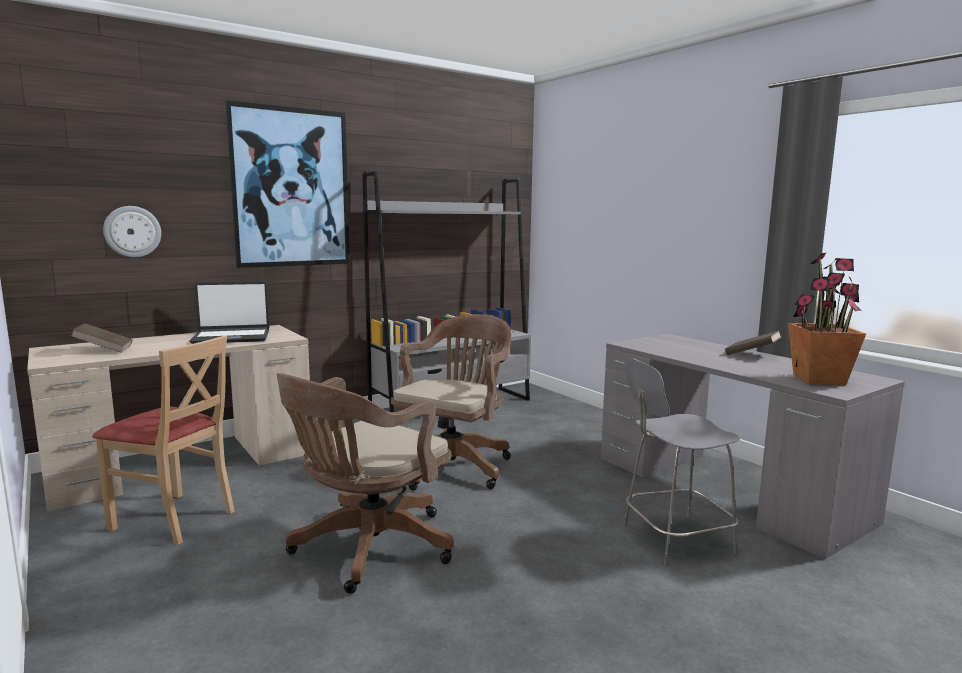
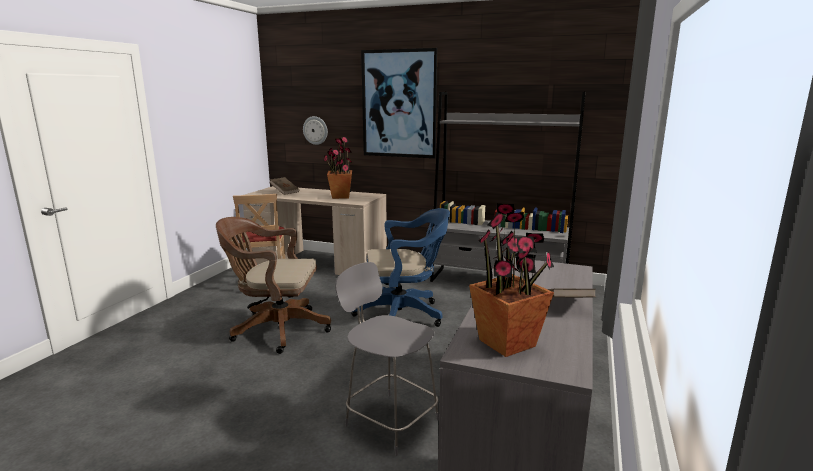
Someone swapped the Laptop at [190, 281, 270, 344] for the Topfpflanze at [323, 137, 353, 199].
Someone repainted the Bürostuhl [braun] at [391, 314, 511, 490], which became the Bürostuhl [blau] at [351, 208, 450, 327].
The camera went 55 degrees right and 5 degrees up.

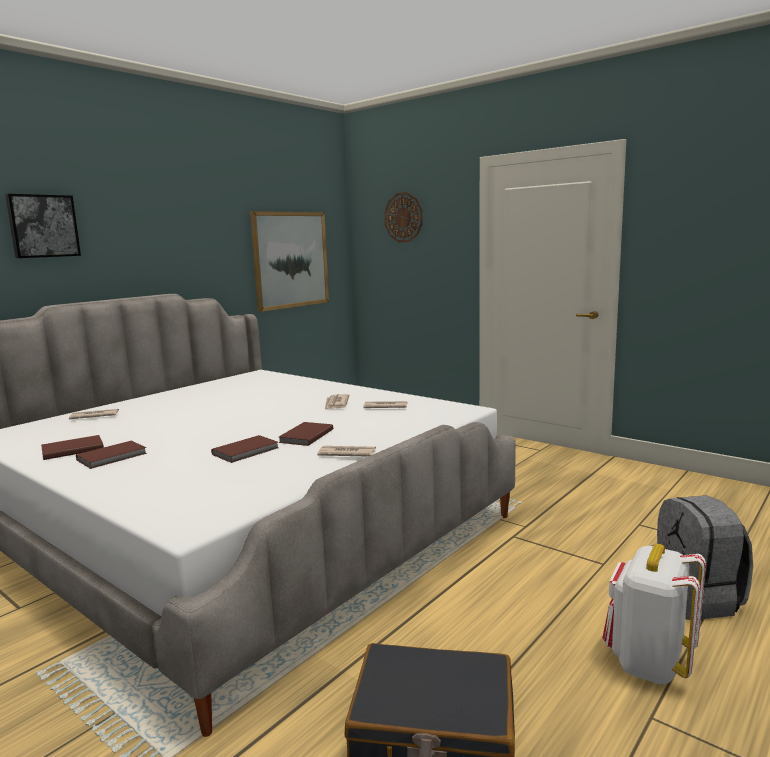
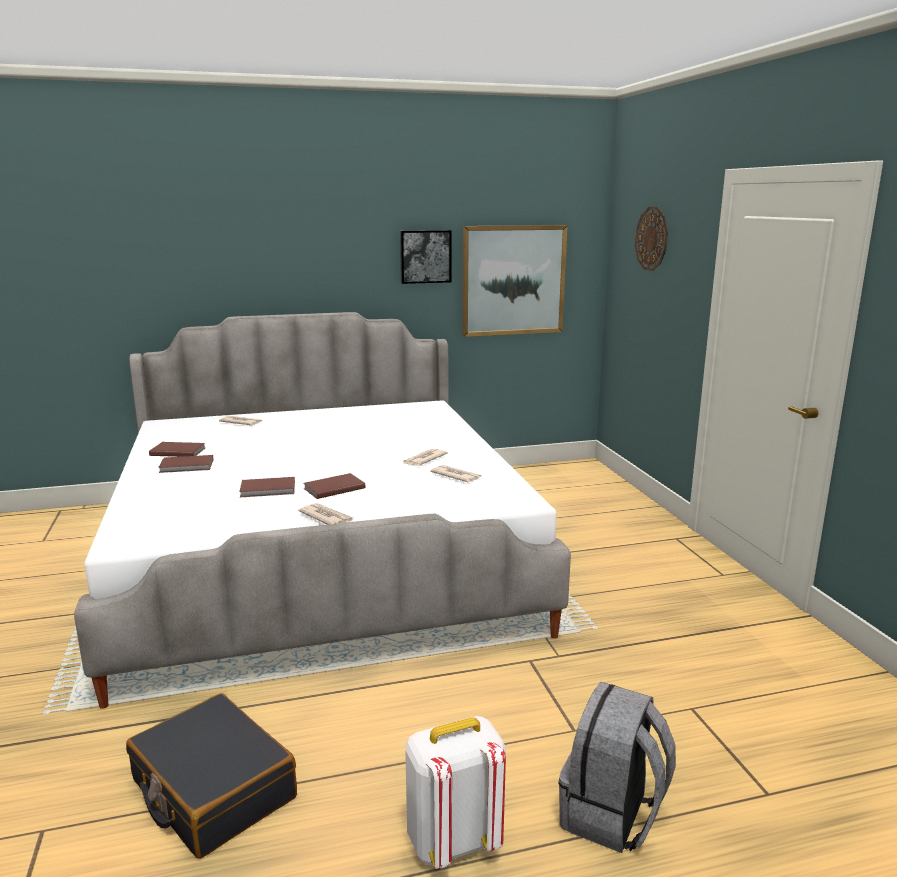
Someone carried the Bild from [5, 194, 81, 258] to [400, 230, 451, 284].
The camera went 35 degrees right and 5 degrees up.

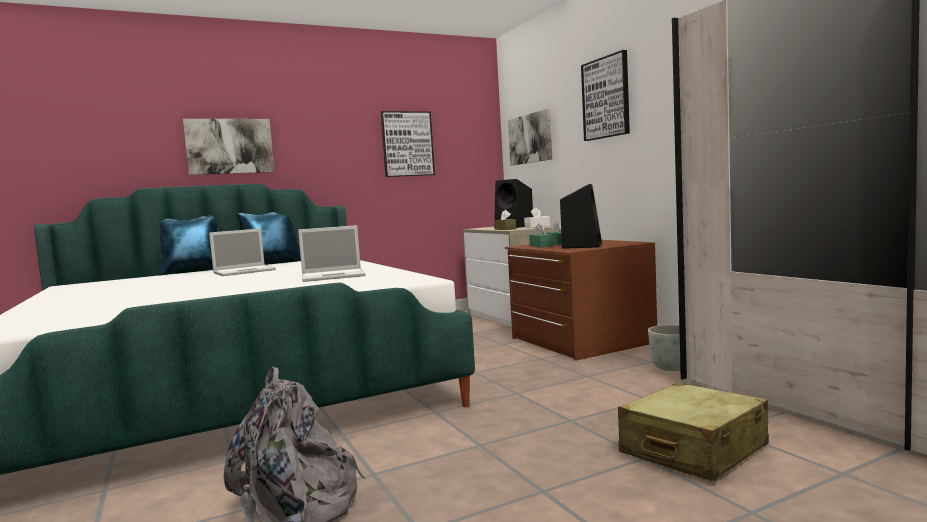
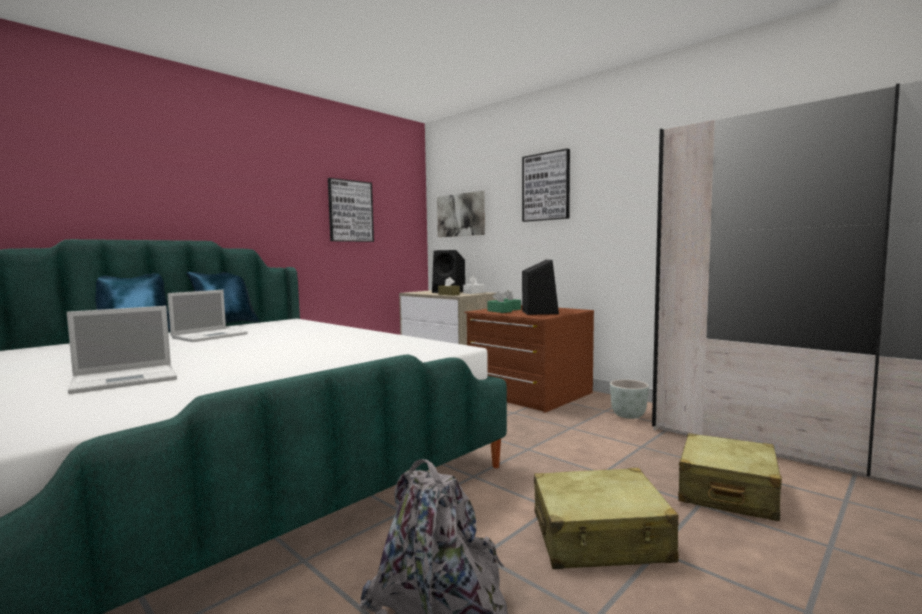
Someone took away the Bild at [183, 119, 275, 175].
Someone carried the Laptop from [298, 225, 366, 282] to [67, 306, 177, 394].
Someone put down the Koffer [beige] at [534, 468, 679, 569].
The camera went 20 degrees left and 0 degrees up.

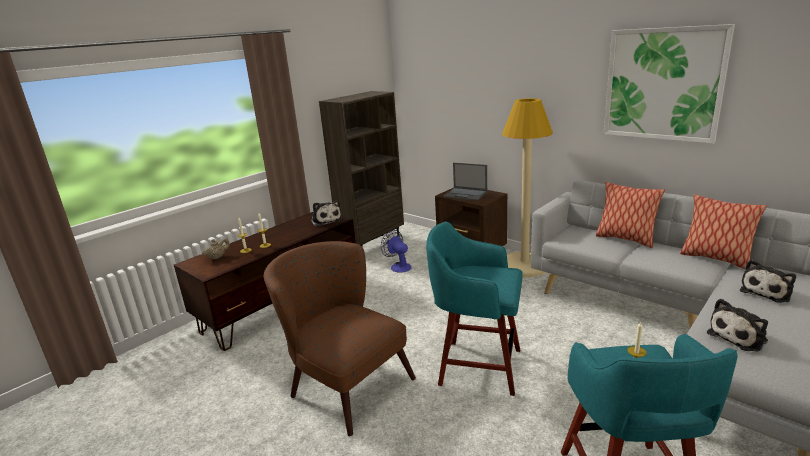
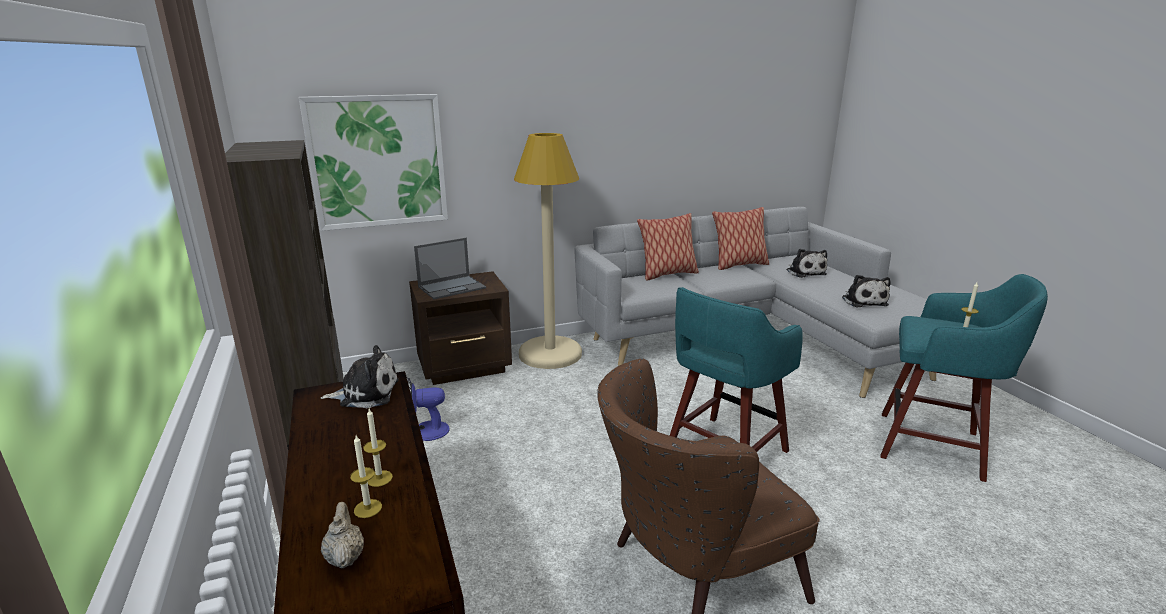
Someone carried the Bild from [604, 24, 735, 144] to [299, 94, 448, 231].
The camera went 65 degrees left and 0 degrees up.

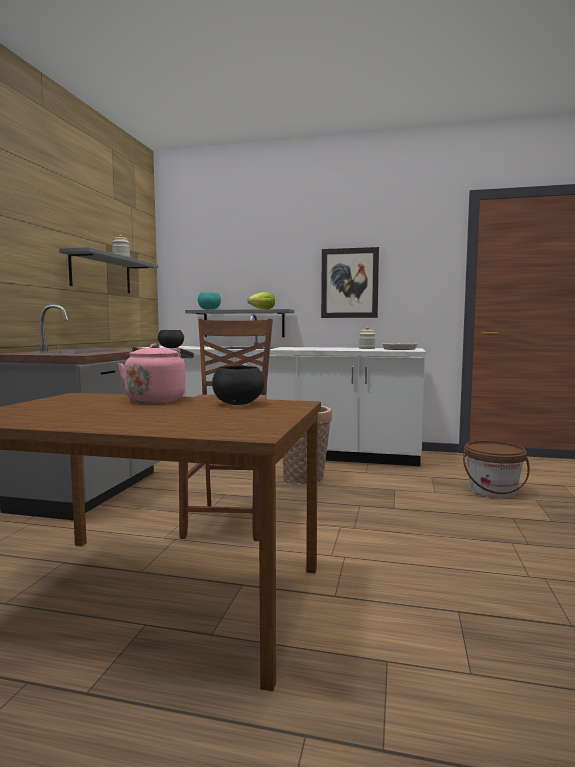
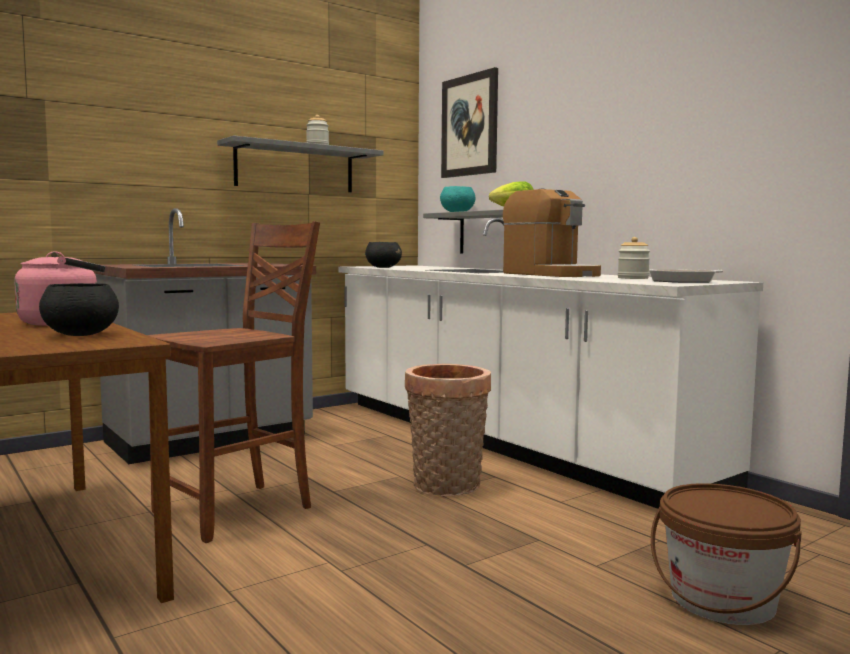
Someone carried the Bild from [321, 247, 379, 318] to [441, 67, 498, 178].
Someone put down the Kaffeemaschine at [503, 189, 601, 277].
The camera went 40 degrees right and 0 degrees up.

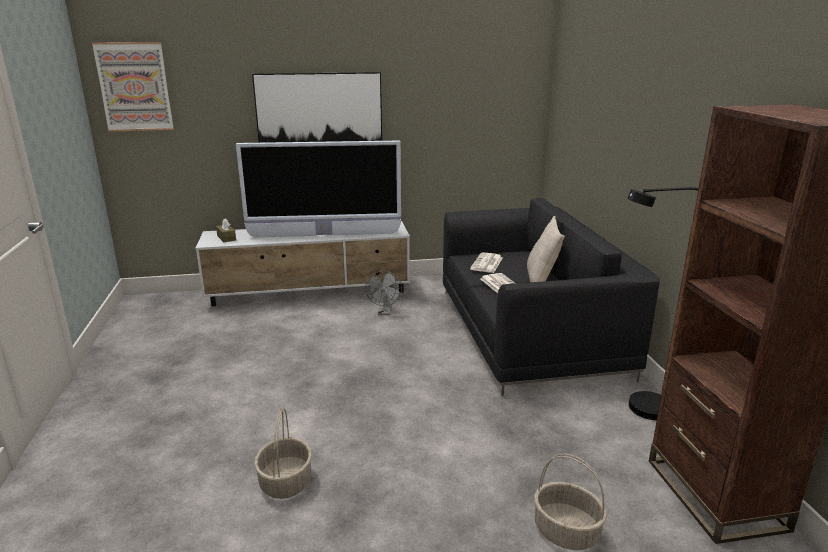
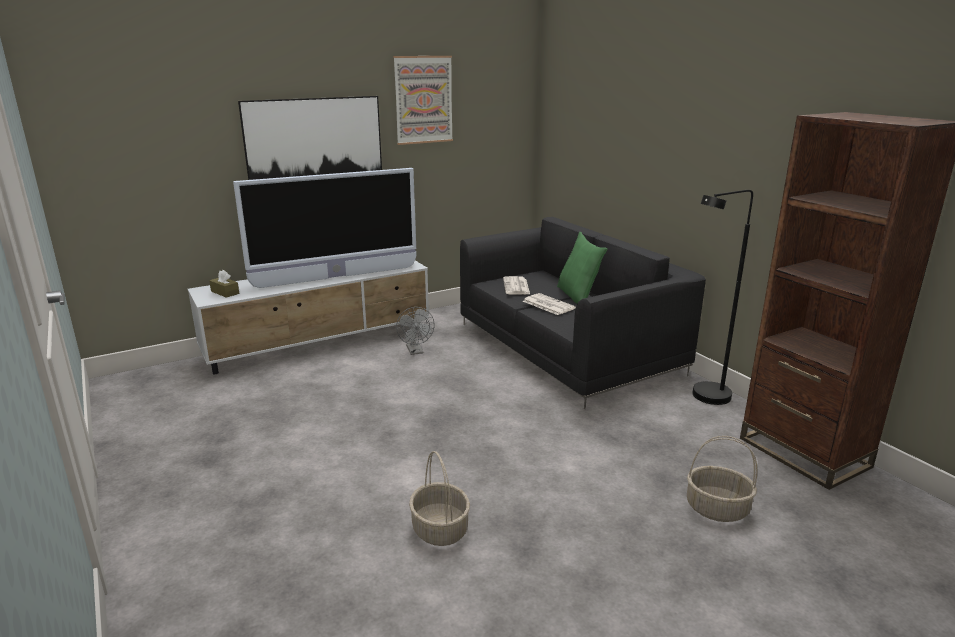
Someone carried the Bild from [92, 42, 174, 132] to [393, 56, 453, 145].
Someone repainted the Kissen [beige] at [527, 216, 565, 282], which became the Kissen [grün] at [557, 232, 608, 304].
The camera went 20 degrees left and 0 degrees up.

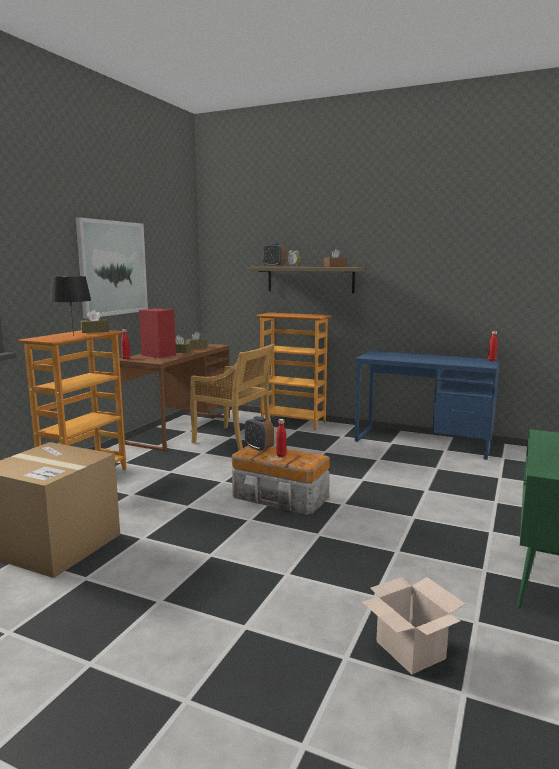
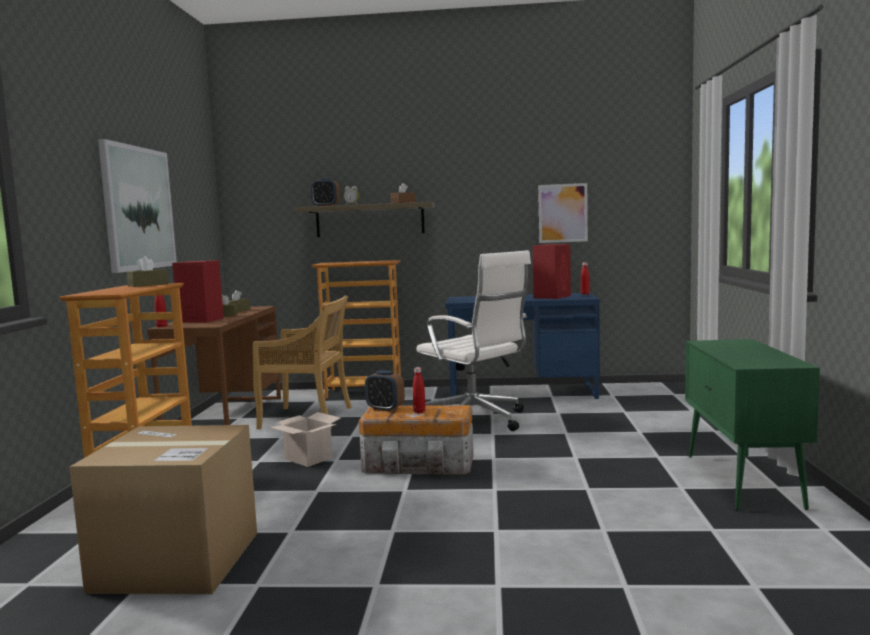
Someone took away the Tischlampe [schwarz] at [50, 276, 91, 336].
Someone carried the Karton from [362, 577, 465, 675] to [270, 412, 341, 467].
Someone put down the Bürostuhl [weiß] at [416, 250, 531, 431].
Someone put down the Lautsprecher [rot] at [533, 244, 571, 299].
Someone put up the Bild at [538, 183, 588, 243].
The camera went 20 degrees left and 5 degrees down.

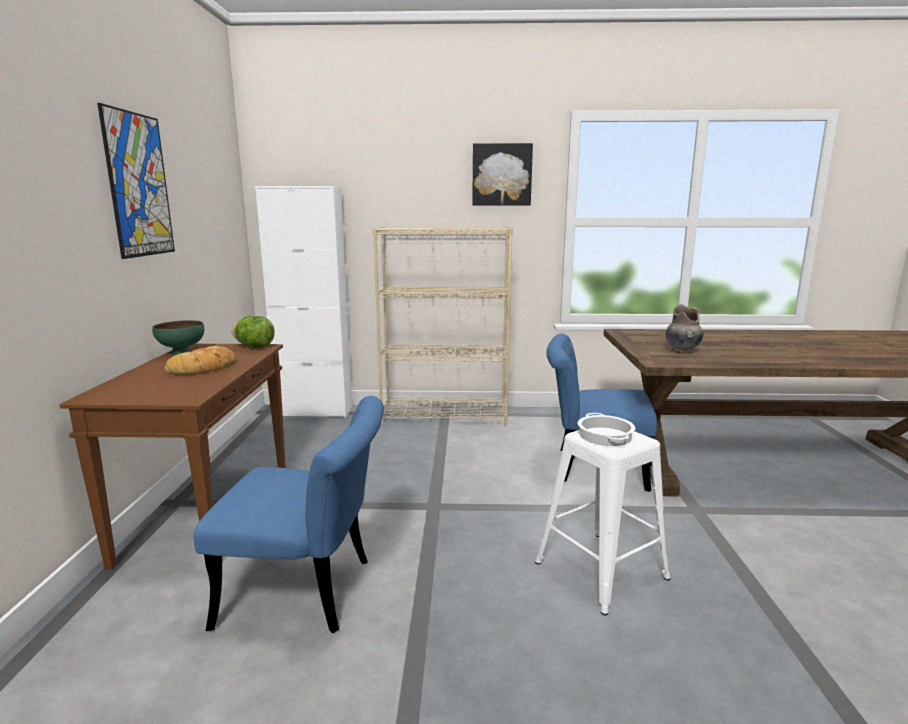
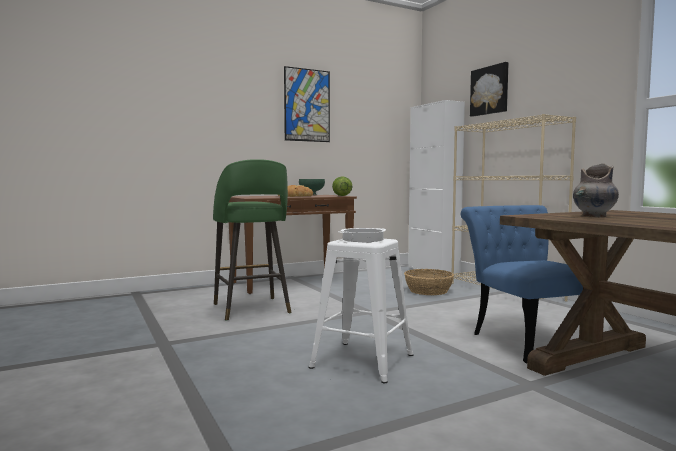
Someone swapped the Stuhl [blau] at [194, 396, 384, 633] for the Hocker [grün] at [213, 159, 291, 321].
Someone carried the Bild from [472, 143, 533, 206] to [470, 62, 508, 117].
Someone put down the Korb at [404, 269, 454, 295].
The camera went 60 degrees right and 10 degrees down.

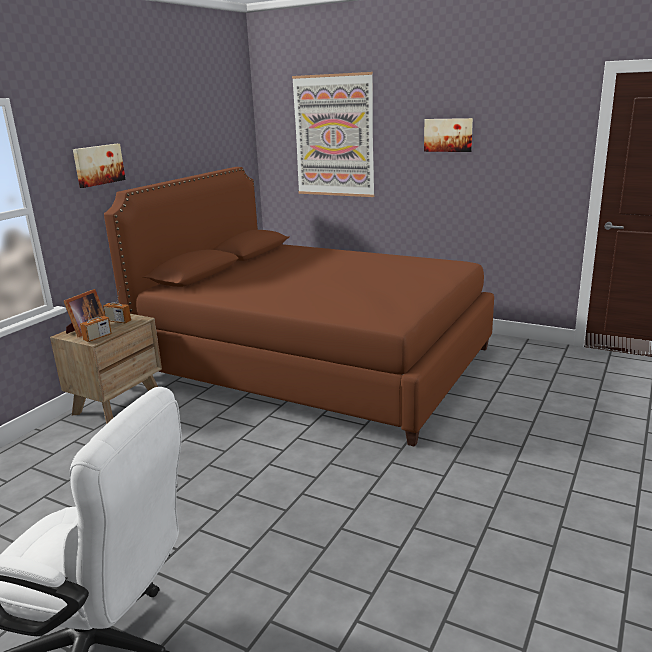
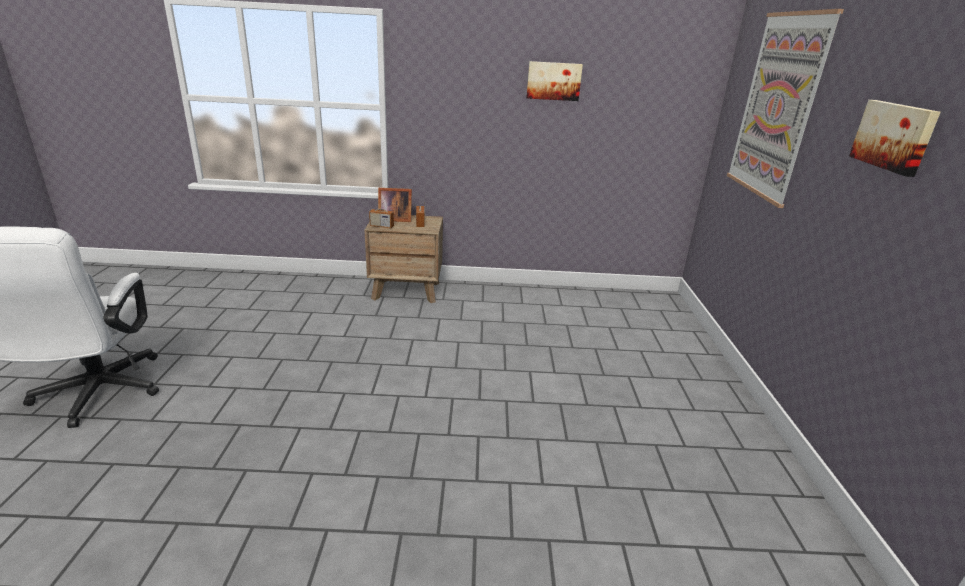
Someone carried the Bild from [73, 144, 126, 188] to [526, 61, 583, 101].
Someone took away the Bett [braun] at [104, 167, 494, 447].
The camera went 60 degrees right and 5 degrees up.

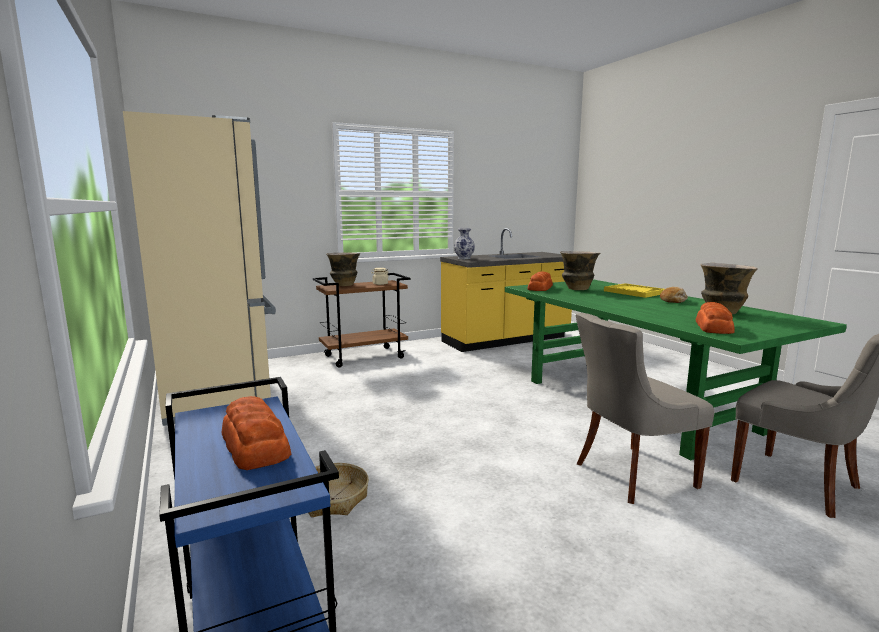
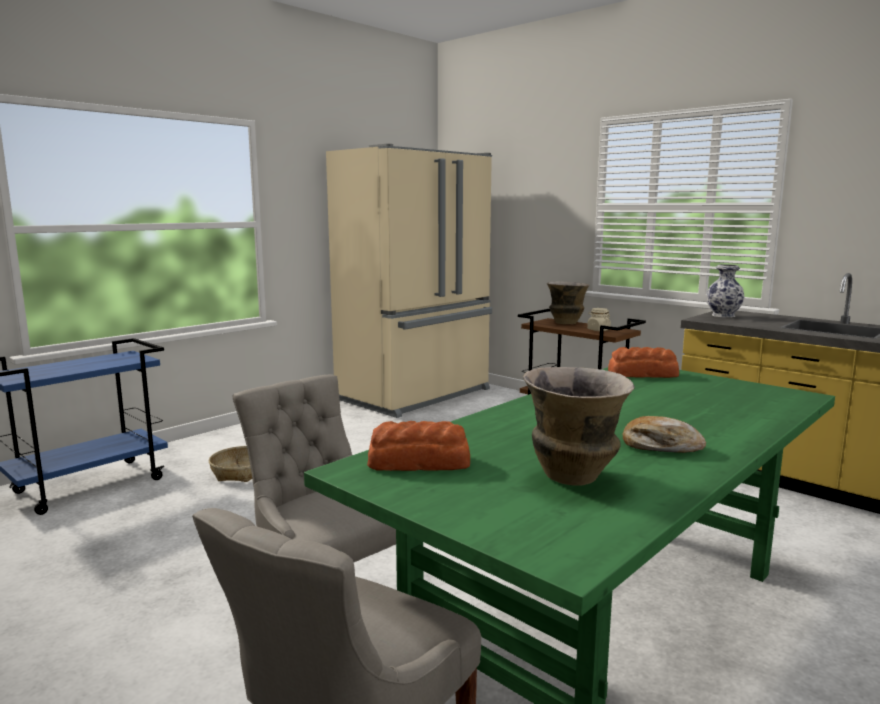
Someone took away the Brot at [221, 396, 291, 470].
Someone took away the Vase at [560, 251, 600, 290].
Someone took away the Tablett [gelb] at [604, 283, 664, 298].
The camera went 70 degrees right and 0 degrees up.

